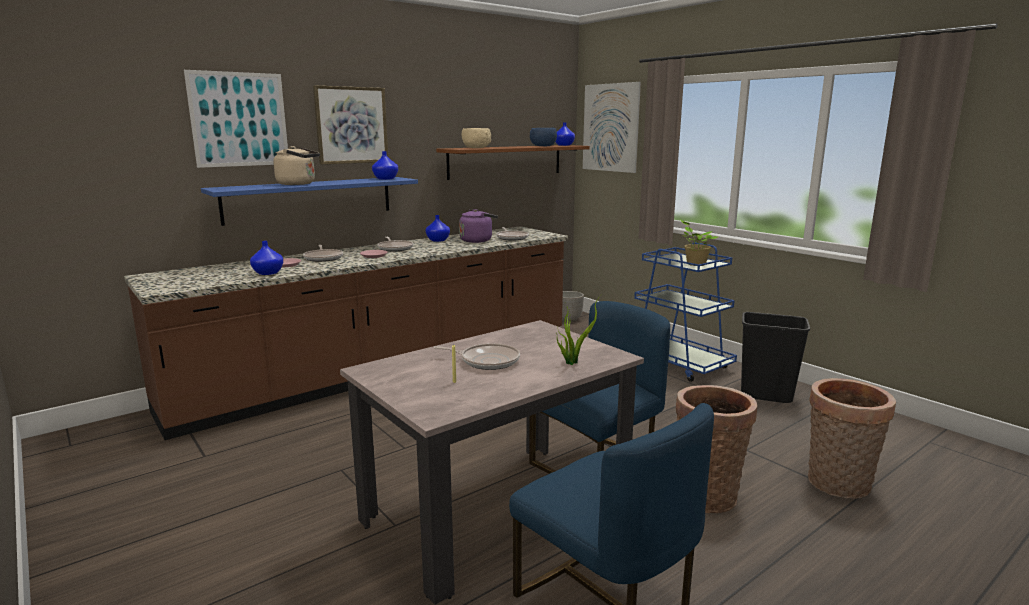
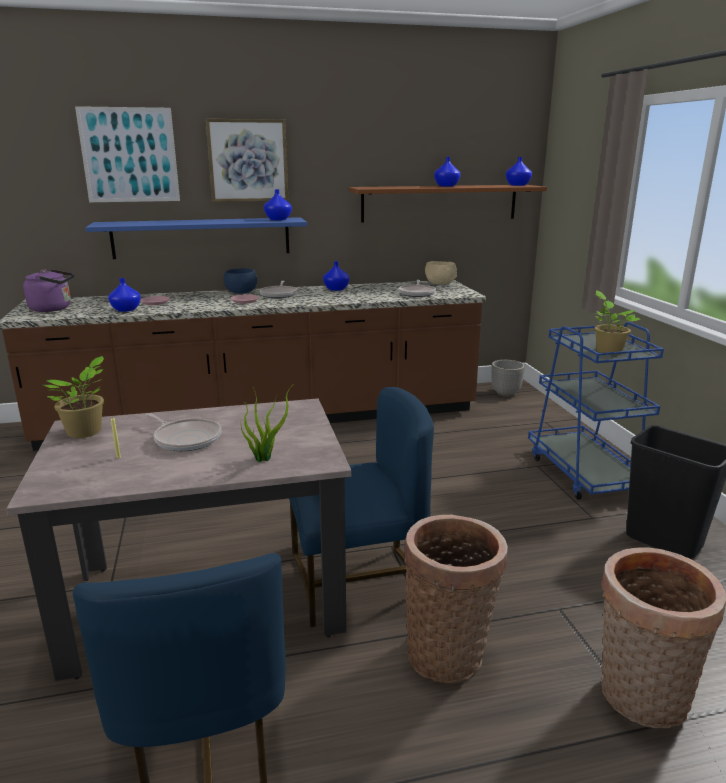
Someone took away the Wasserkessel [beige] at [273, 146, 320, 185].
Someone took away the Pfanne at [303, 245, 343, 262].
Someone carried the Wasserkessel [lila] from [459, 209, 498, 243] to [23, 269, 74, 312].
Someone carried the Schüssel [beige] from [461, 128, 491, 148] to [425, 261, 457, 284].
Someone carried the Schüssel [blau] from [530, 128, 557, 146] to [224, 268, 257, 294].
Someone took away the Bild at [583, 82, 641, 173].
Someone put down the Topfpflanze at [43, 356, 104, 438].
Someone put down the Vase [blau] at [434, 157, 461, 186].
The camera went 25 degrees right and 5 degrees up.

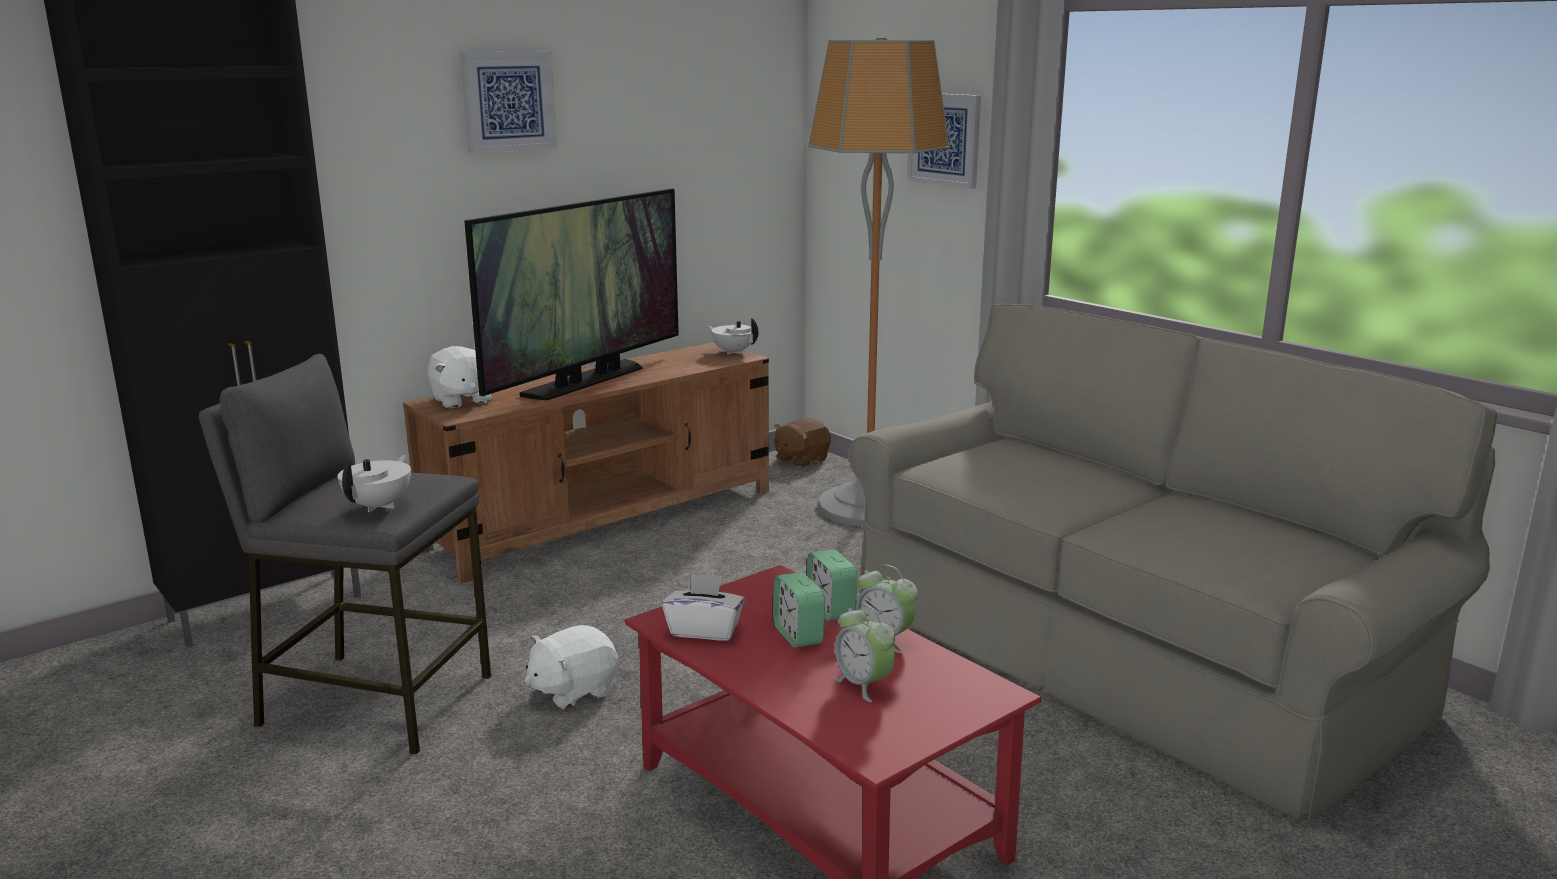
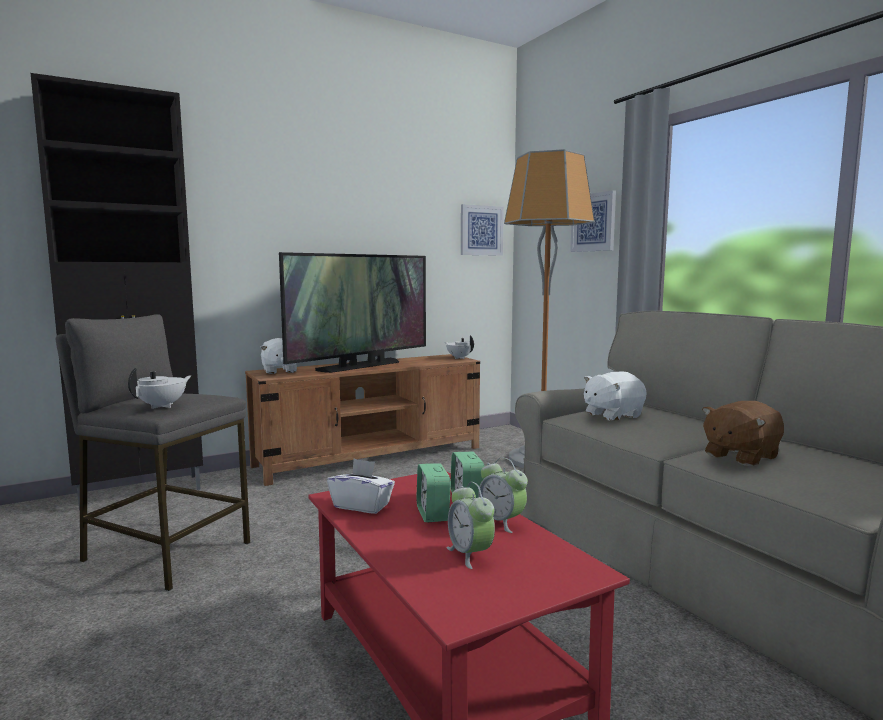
Someone carried the Bild from [460, 52, 557, 153] to [461, 204, 504, 256].
Someone carried the Plüschtier [weiß] from [524, 625, 618, 710] to [584, 372, 647, 421].
Someone carried the Plüschtier [braun] from [774, 418, 831, 468] to [702, 401, 784, 466].
The camera went 10 degrees right and 10 degrees down.

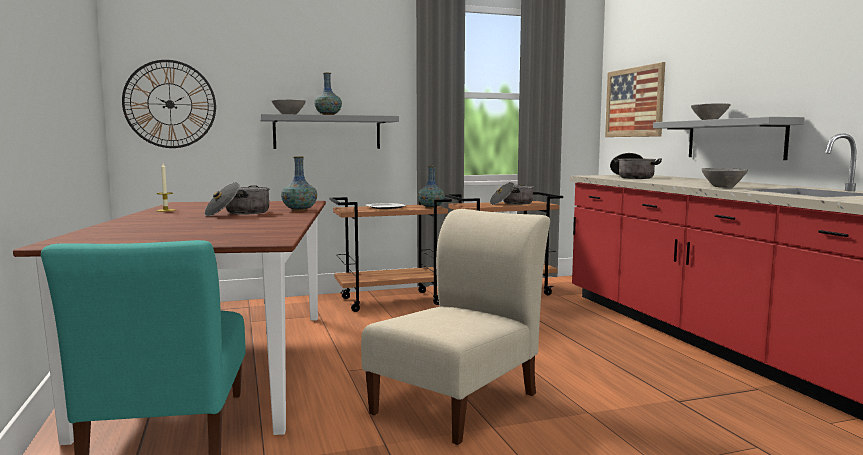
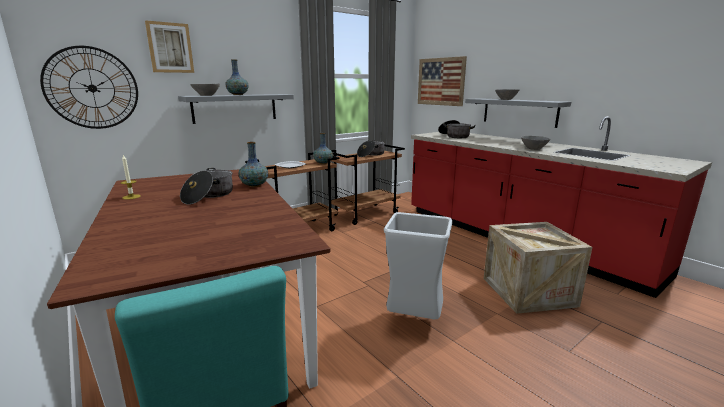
Someone swapped the Stuhl [beige] at [361, 209, 550, 445] for the Mülleimer [grau] at [384, 212, 453, 320].
Someone put up the Bild at [145, 20, 194, 73].
Someone put down the Kiste at [484, 222, 592, 314].
The camera went 20 degrees left and 10 degrees up.

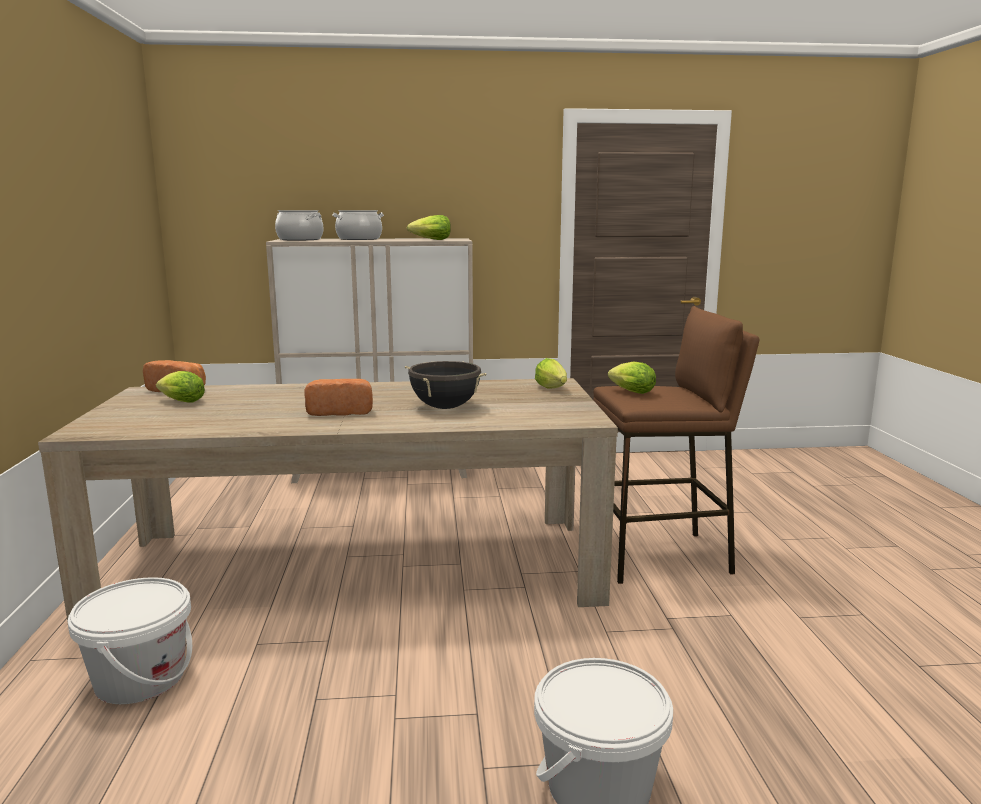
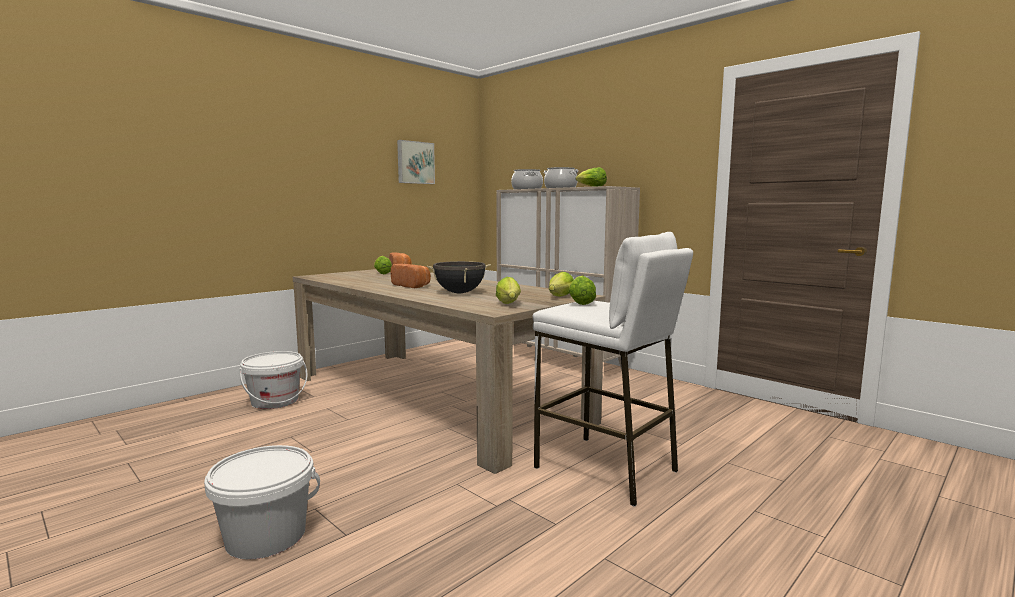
Someone repainted the Hocker [braun] at [593, 306, 759, 584], which became the Hocker [weiß] at [532, 232, 693, 507].
Someone put up the Bild at [397, 140, 435, 184].
Someone put down the Salatkopf at [496, 277, 521, 304].
The camera went 50 degrees right and 5 degrees down.

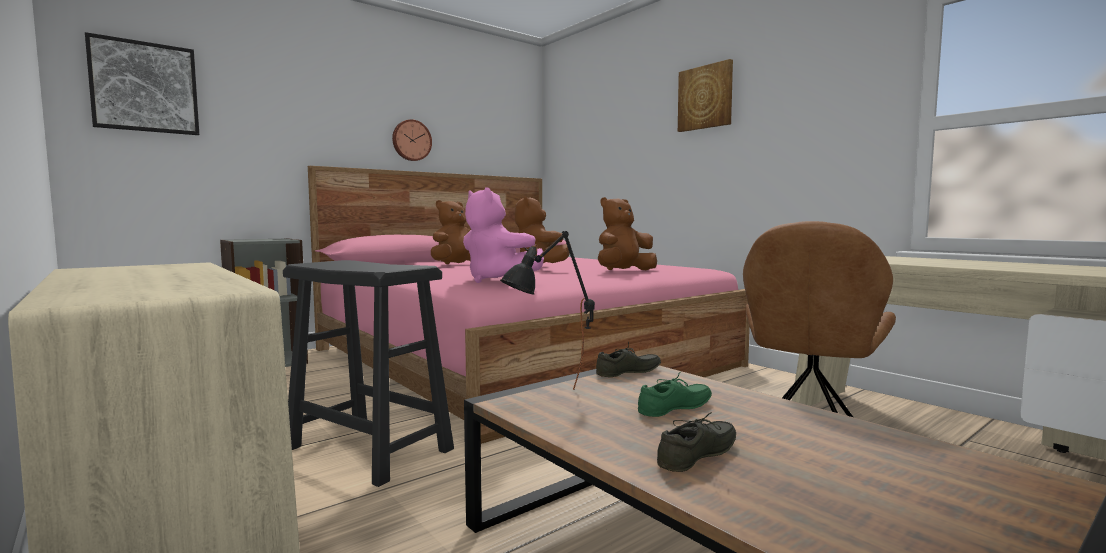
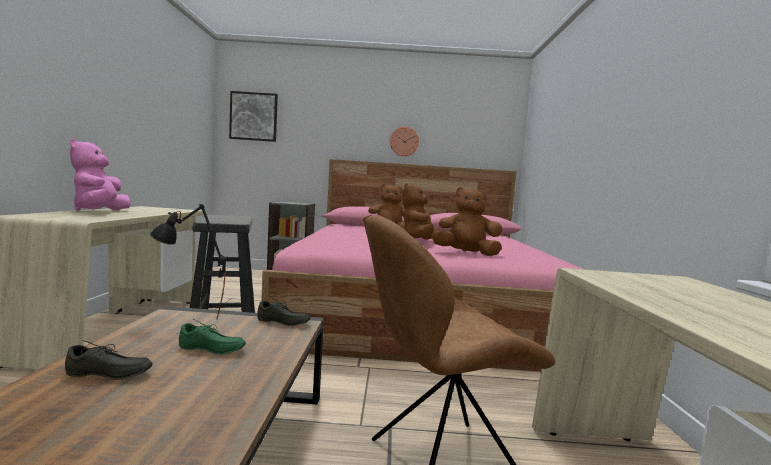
Someone carried the Plüschtier [rosa] from [463, 187, 544, 283] to [70, 139, 131, 211].
Someone took away the Bild at [678, 59, 733, 132].
The camera went 40 degrees right and 0 degrees up.

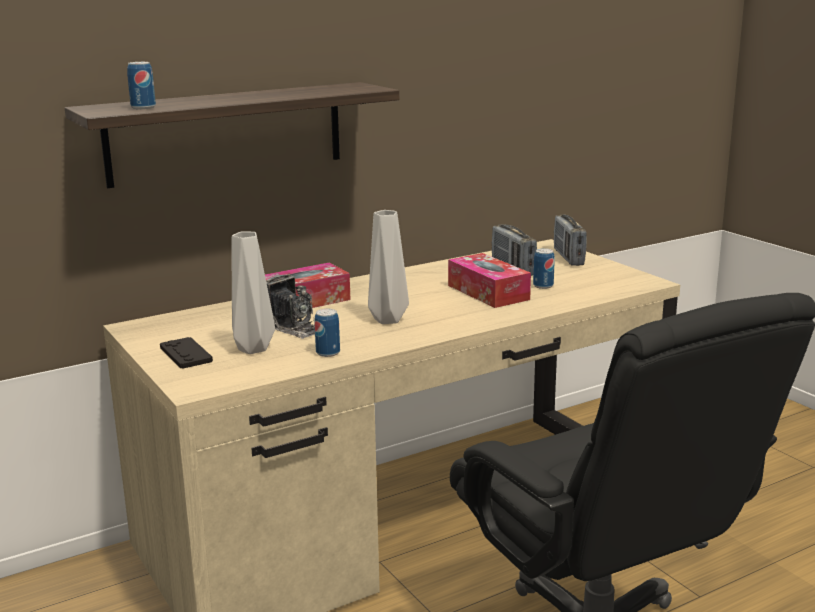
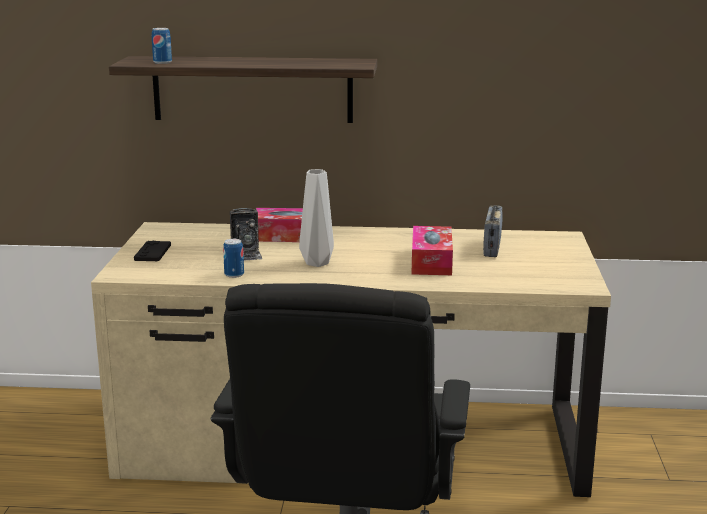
Someone took away the Vase [grau] at [231, 232, 275, 354].
Someone took away the Dose at [533, 248, 555, 289].
Someone took away the Radio at [554, 215, 587, 266].
The camera went 35 degrees right and 0 degrees up.

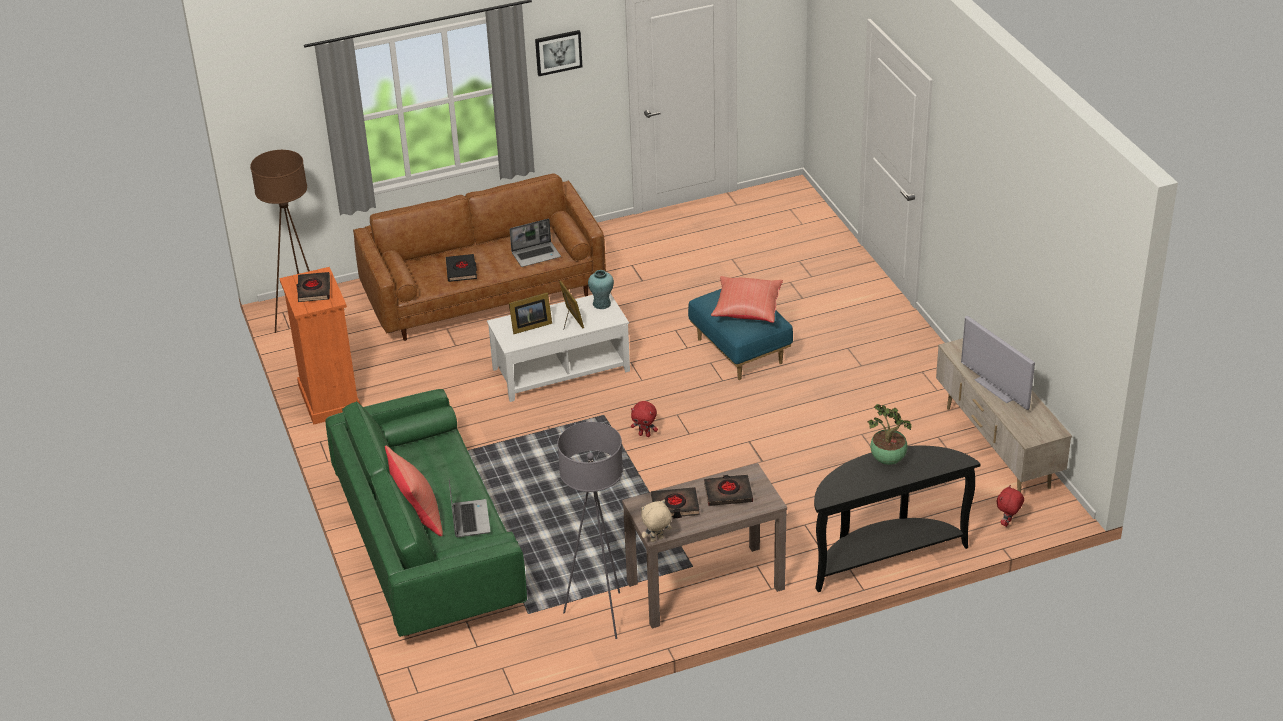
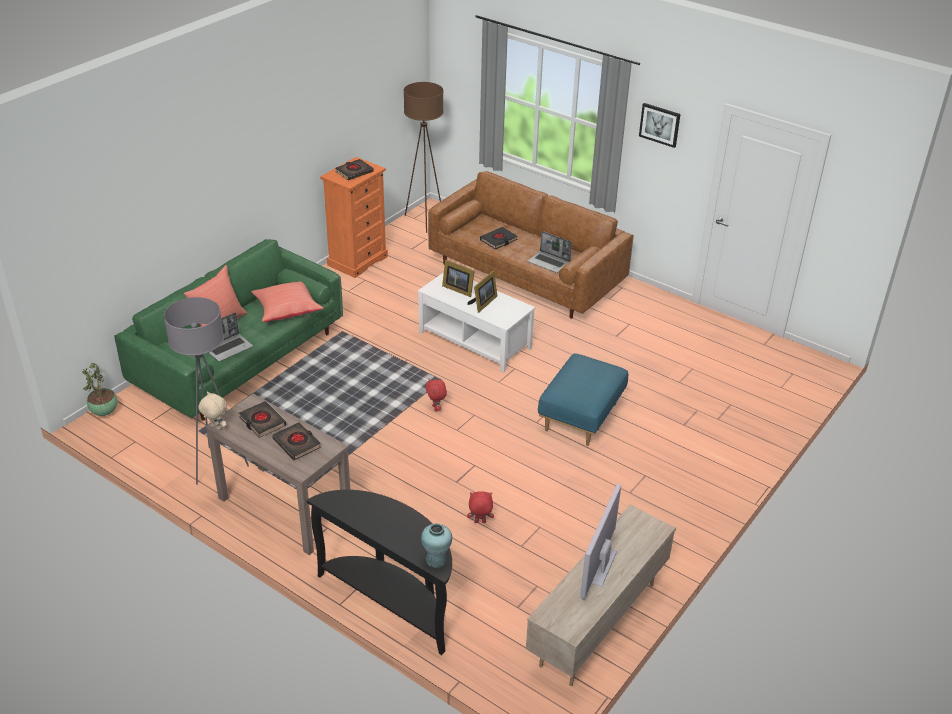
Someone carried the Vase [türkis] from [588, 270, 614, 309] to [421, 523, 452, 568].
Someone carried the Kissen [rot] from [711, 276, 783, 323] to [252, 282, 323, 322].
Someone carried the Topfpflanze from [868, 404, 912, 465] to [82, 363, 117, 416].
Someone carried the Plüschtier [rot] from [997, 485, 1024, 527] to [467, 491, 494, 523].
The camera went 55 degrees right and 0 degrees up.

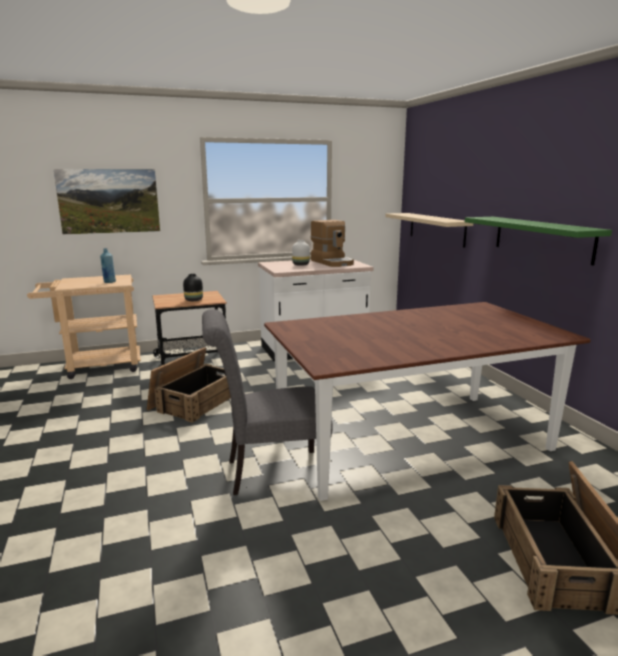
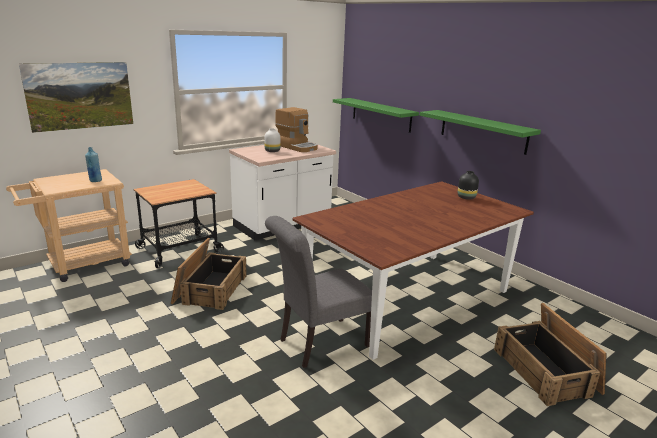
Someone carried the Vase [schwarz] from [183, 274, 203, 301] to [458, 171, 479, 200].
Someone repainted the Wandregal [beige] at [385, 213, 473, 248], which became the Wandregal [grün] at [333, 98, 419, 133].
The camera went 20 degrees left and 5 degrees up.

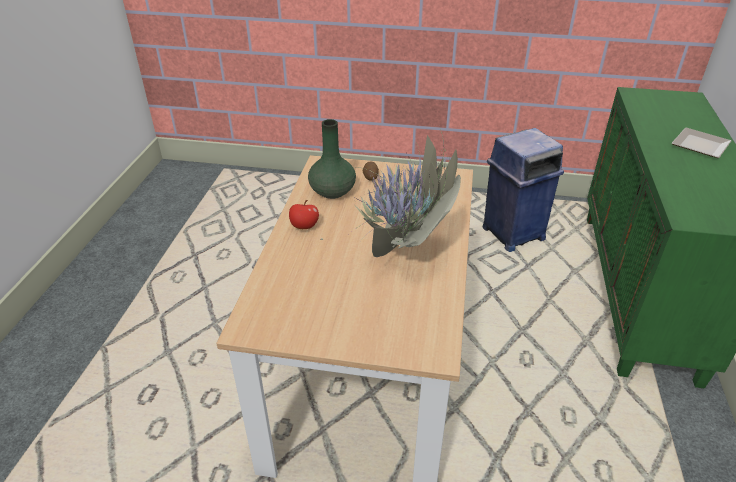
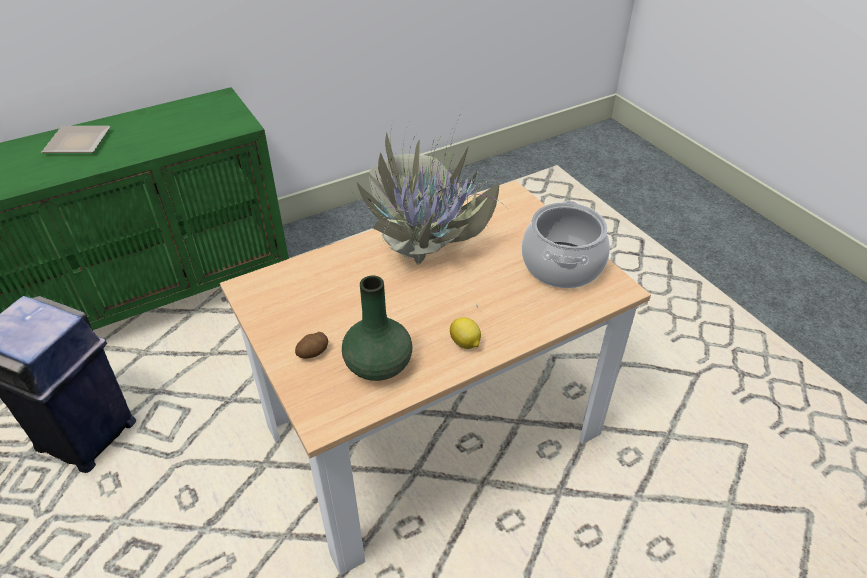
Someone swapped the Apfel at [289, 200, 319, 229] for the Zitrone at [450, 317, 481, 349].
Someone put down the Kochtopf at [522, 201, 610, 288].
The camera went 130 degrees left and 5 degrees up.

